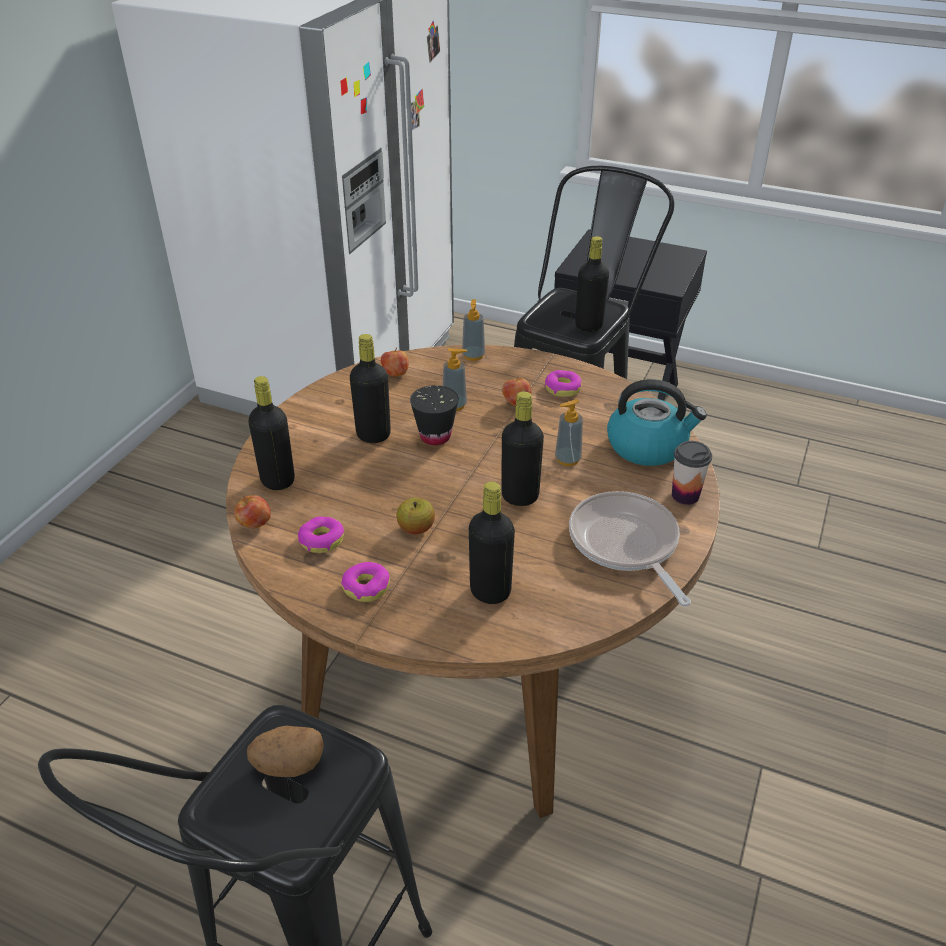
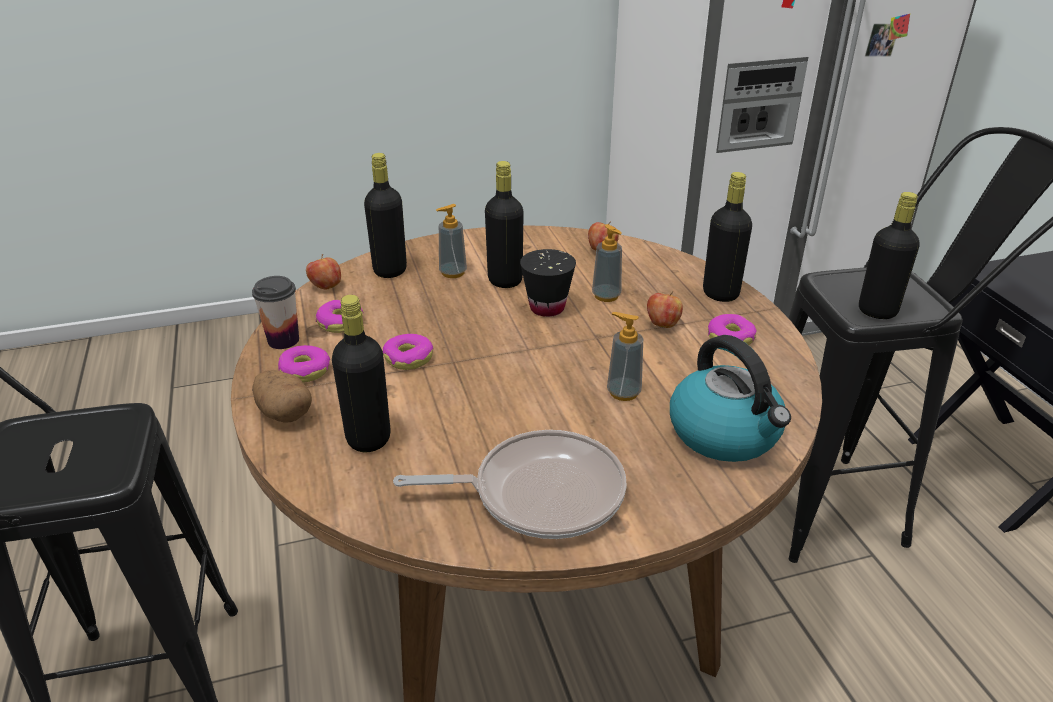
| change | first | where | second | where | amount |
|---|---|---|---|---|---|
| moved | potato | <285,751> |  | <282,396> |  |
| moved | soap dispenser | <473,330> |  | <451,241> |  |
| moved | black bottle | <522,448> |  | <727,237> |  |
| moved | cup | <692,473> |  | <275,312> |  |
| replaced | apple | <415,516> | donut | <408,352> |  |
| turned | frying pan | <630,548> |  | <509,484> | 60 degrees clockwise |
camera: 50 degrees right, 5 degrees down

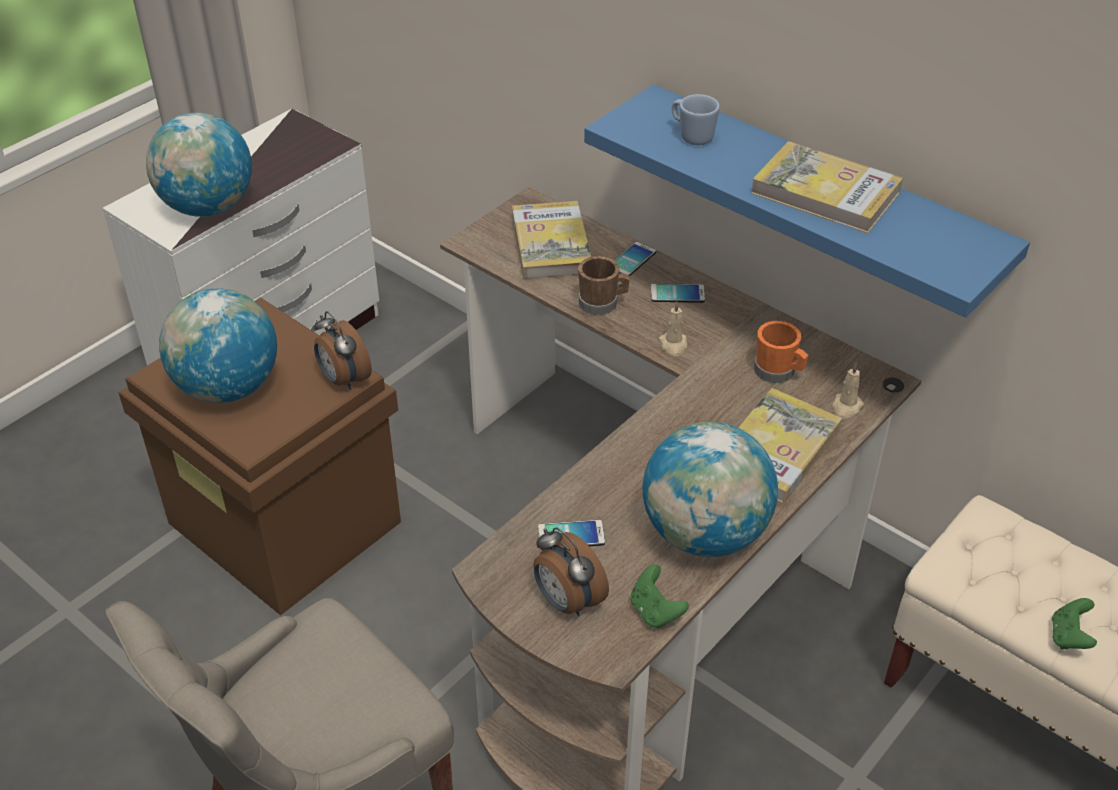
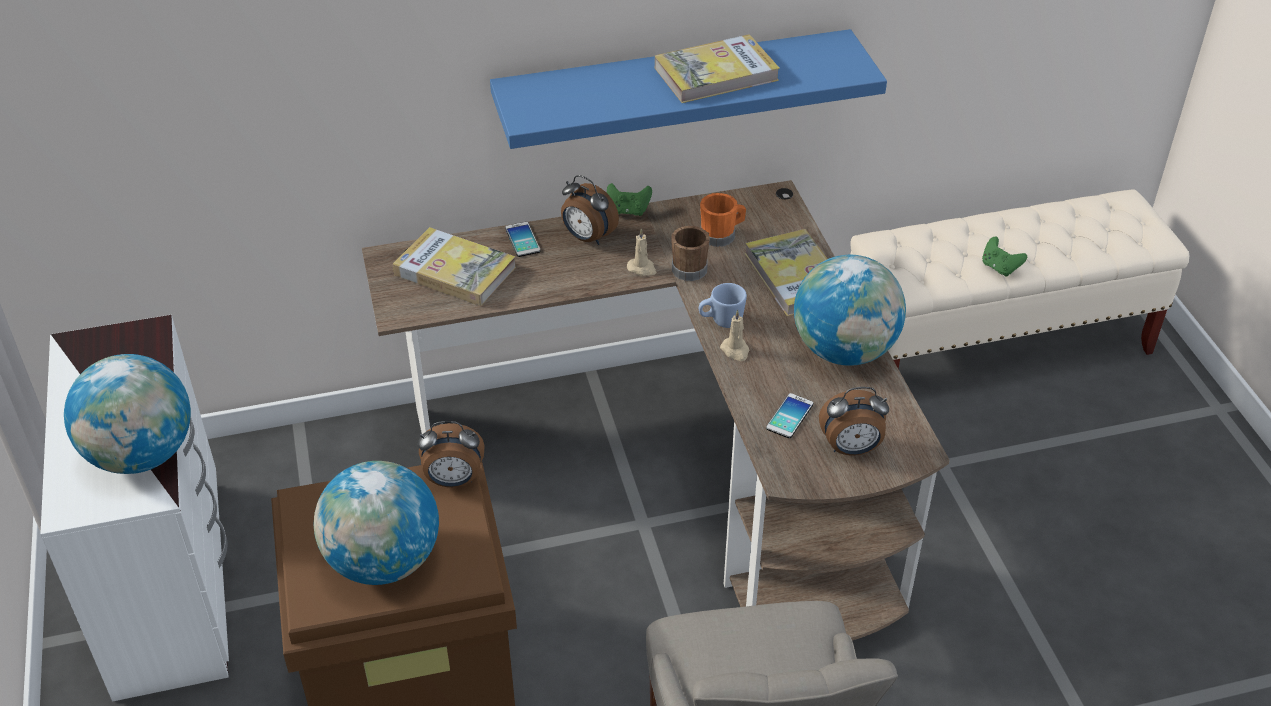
| change | first | where | second | where | amount |
|---|---|---|---|---|---|
| moved | brown mug | <603,285> |  | <690,253> |  |
| moved | green game controller | <659,597> |  | <629,199> |  |
| moved | blue mug | <696,119> |  | <723,305> |  |
| moved | beige candle | <848,391> |  | <734,335> |  |
| replaced | phone | <677,293> | alarm clock | <590,210> |  |
camera: 55 degrees left, 0 degrees up

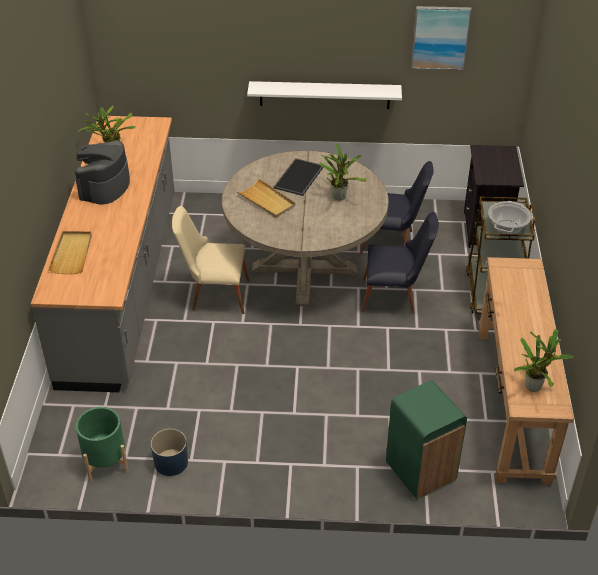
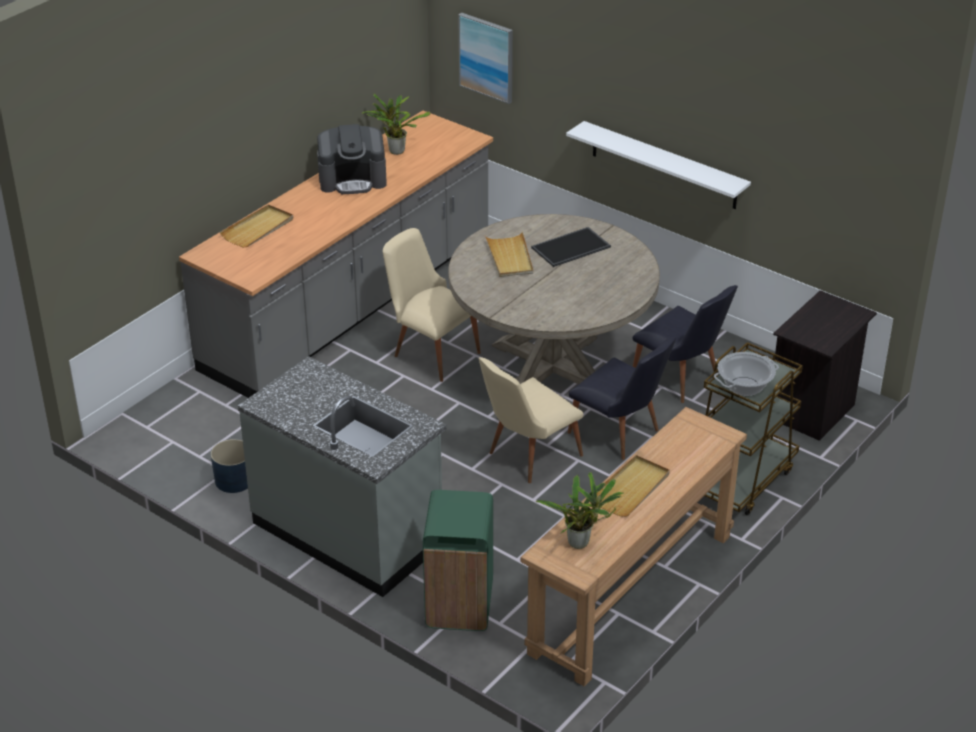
| change | first | where | second | where | amount |
|---|---|---|---|---|---|
| removed | green planter | <102,444> |  |  |  |
| removed | potted plant | <342,172> |  |  |  |
| added |  |  | grey counter | <342,476> |  |
| added |  |  | beige chair | <531,420> |  |
| added |  |  | beige tray | <633,486> |  |
| moved | picture | <441,38> |  | <485,58> |  |
| turned | coffee machine | <102,172> |  | <352,159> | 150 degrees counterclockwise |
camera: 35 degrees right, 5 degrees down

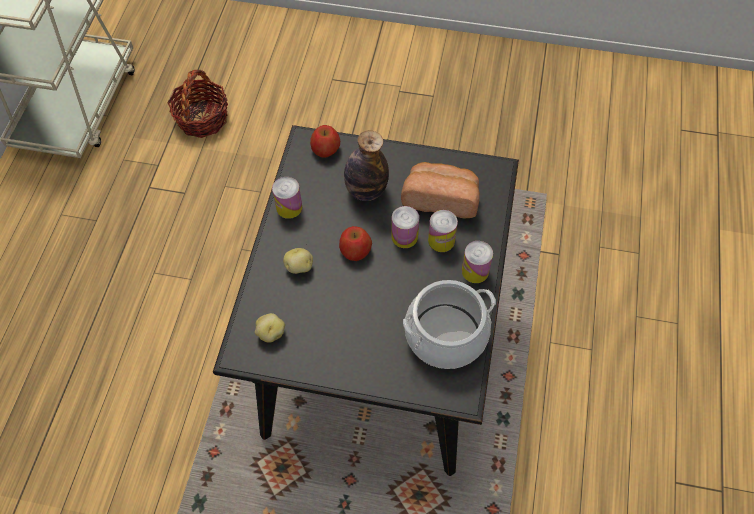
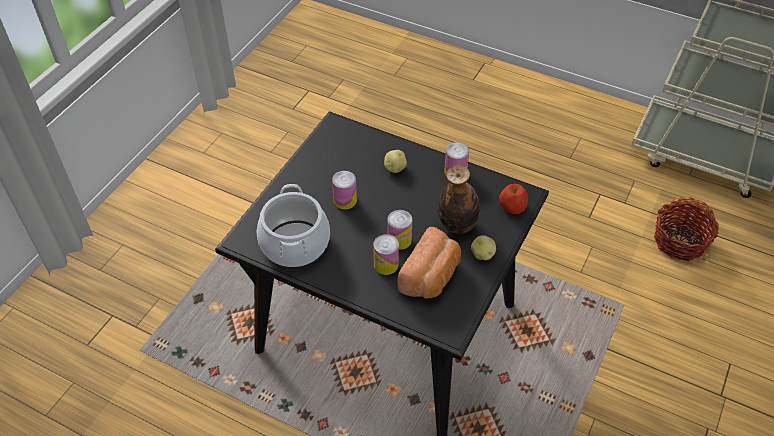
| change | first | where | second | where | amount |
|---|---|---|---|---|---|
| removed | apple | <355,243> |  |  |  |
| moved | potato | <270,328> |  | <483,247> |  |
| moved | can | <477,262> |  | <344,190> |  |
camera: 105 degrees right, 10 degrees down

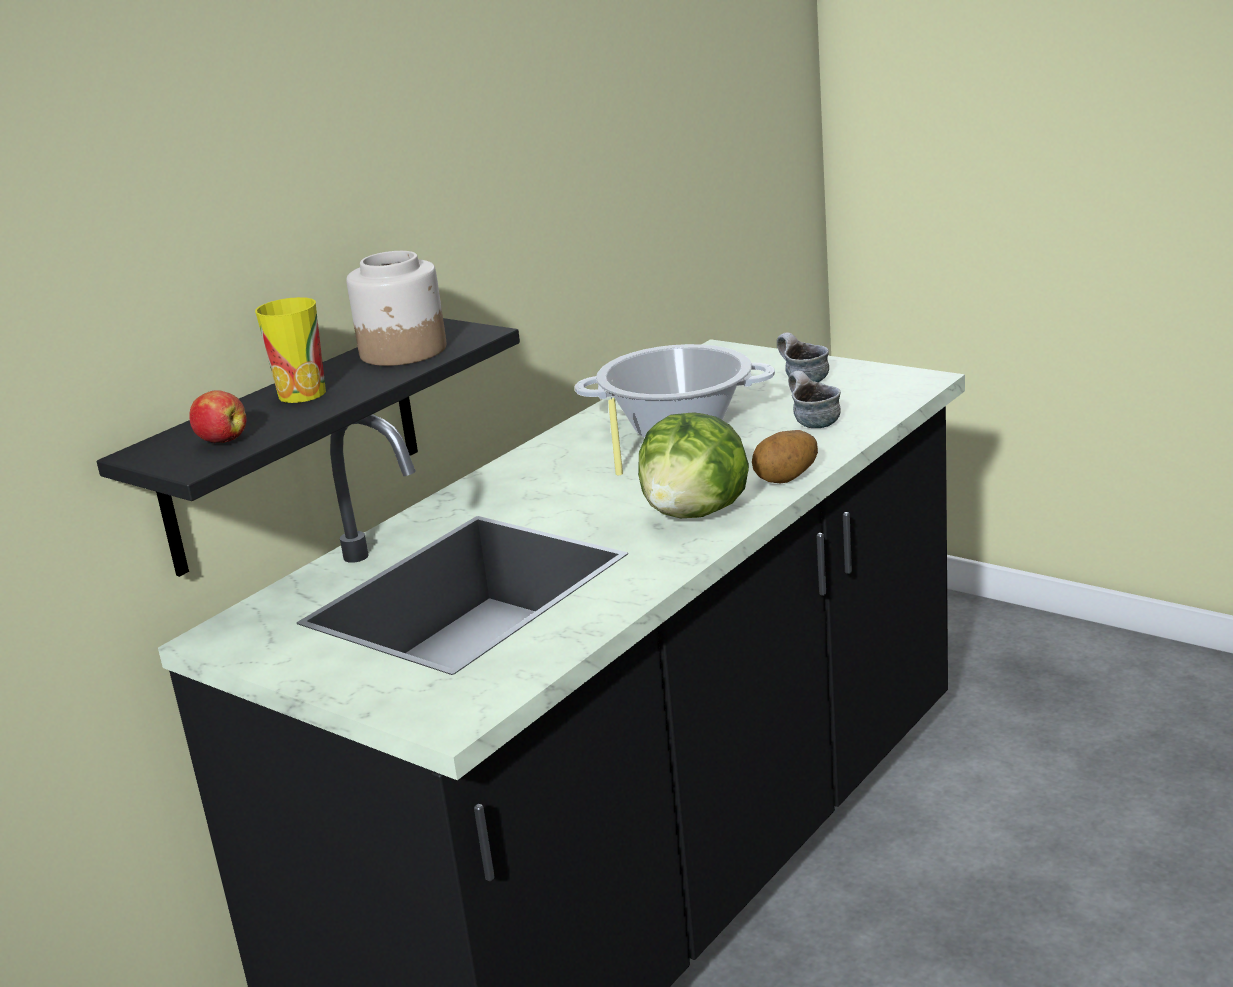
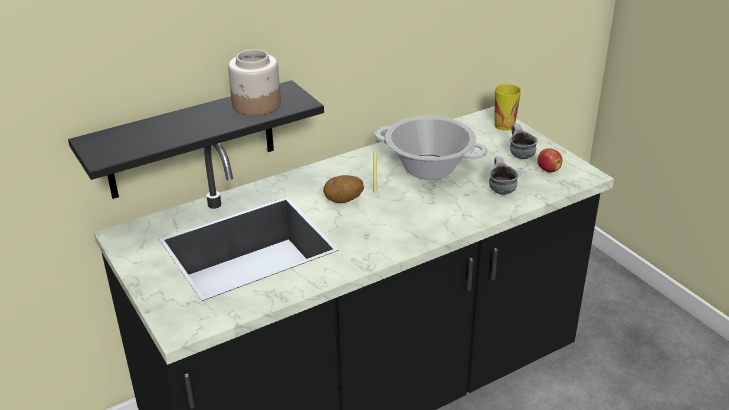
| change | first | where | second | where | amount |
|---|---|---|---|---|---|
| removed | lettuce | <693,465> |  |  |  |
| moved | apple | <218,416> |  | <550,160> |  |
| moved | cup | <290,350> |  | <507,107> |  |
| moved | potato | <785,456> |  | <343,189> |  |
camera: 20 degrees right, 10 degrees up

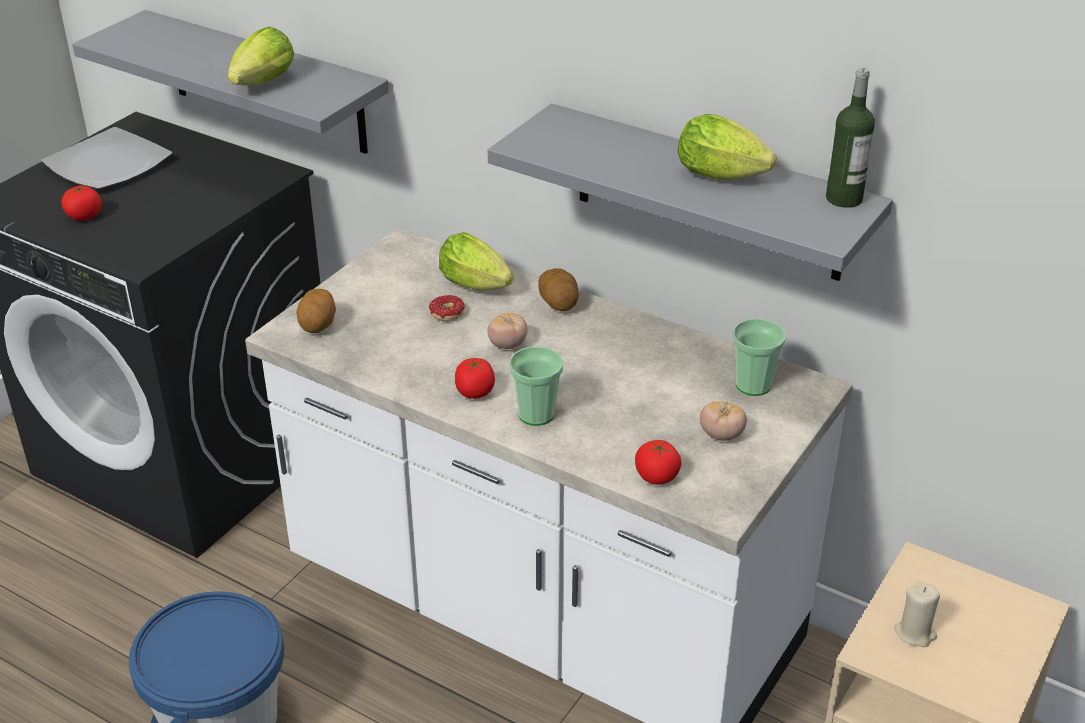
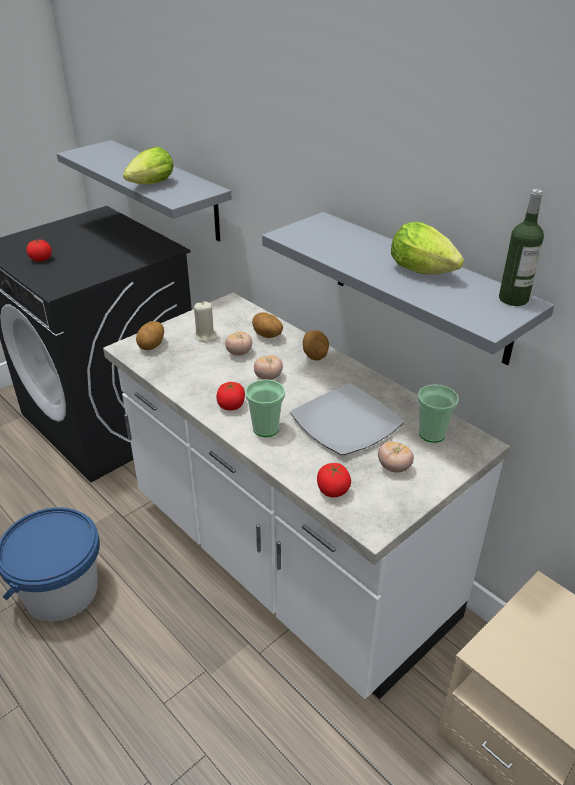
| change | first | where | second | where | amount |
|---|---|---|---|---|---|
| moved | plate | <107,158> |  | <347,419> |  |
| moved | beige candle | <917,614> |  | <205,322> |  |
| replaced | donut | <447,308> | tomato | <238,343> |  |
| replaced | lettuce | <476,261> | potato | <267,325> |  |
camera: 15 degrees right, 0 degrees up

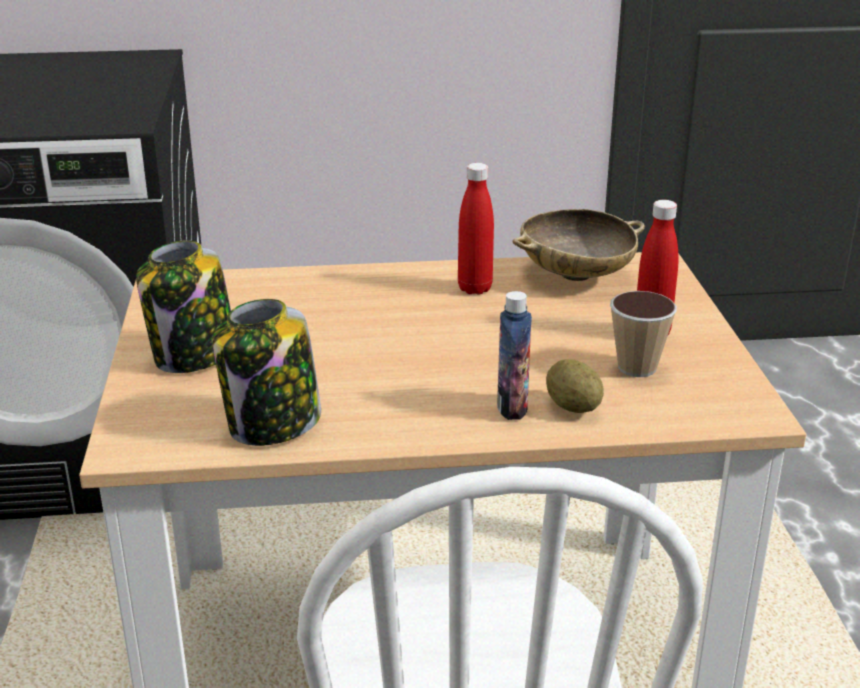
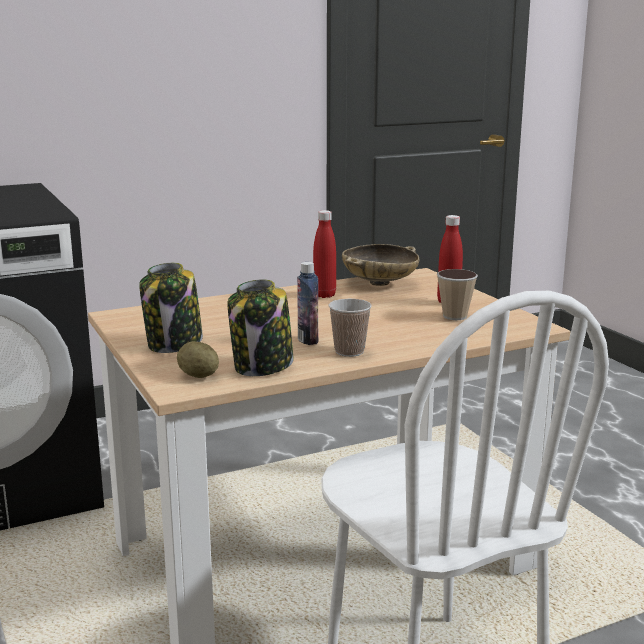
| change | first | where | second | where | amount |
|---|---|---|---|---|---|
| added |  |  | cup | <350,328> |  |
| moved | bottle | <514,355> |  | <307,303> |  |
| moved | potato | <575,386> |  | <198,359> |  |
camera: 20 degrees left, 10 degrees down

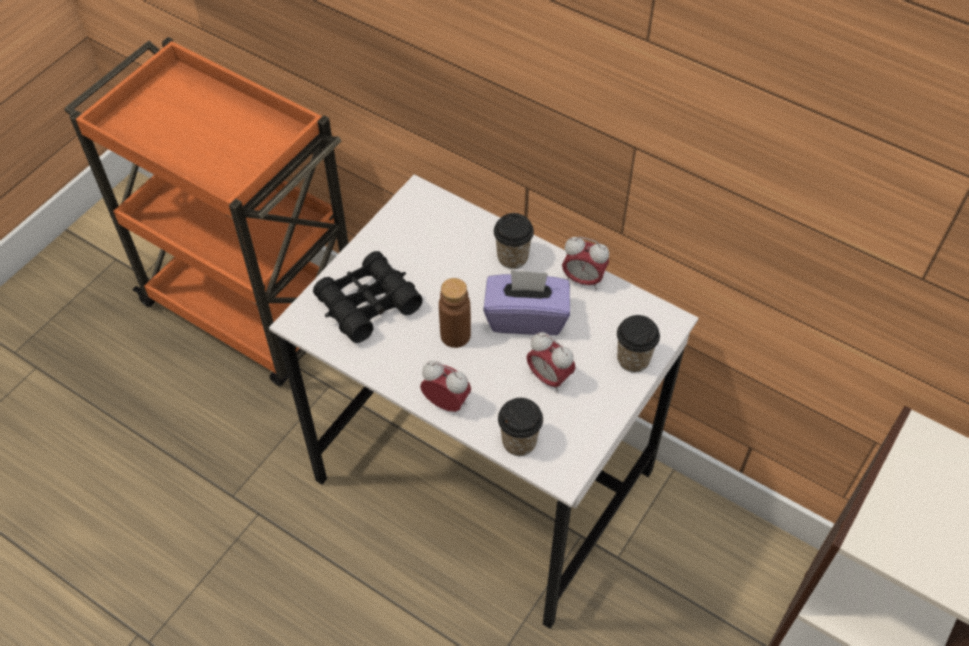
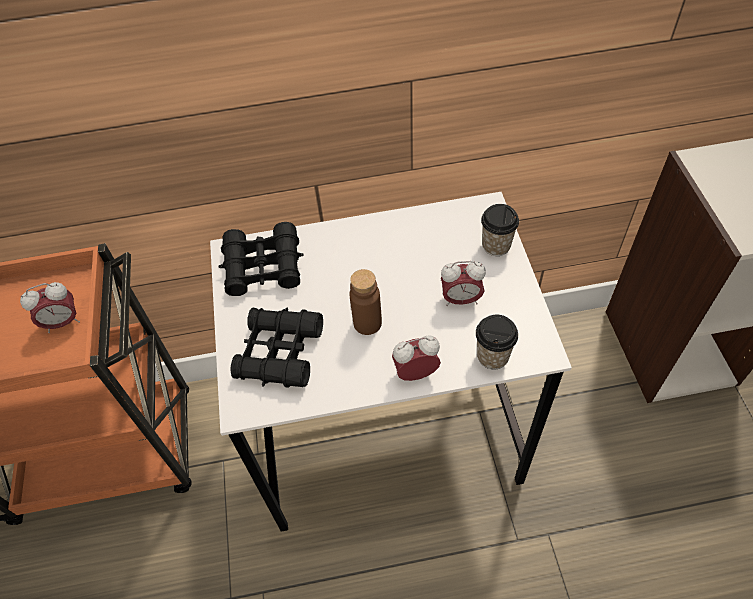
| change | first | where | second | where | amount |
|---|---|---|---|---|---|
| removed | purple tissue box | <526,302> |  |  |  |
| removed | cup | <514,241> |  |  |  |
| added |  |  | black binoculars | <261,259> |  |
| moved | alarm clock | <585,263> |  | <50,307> |  |
camera: 40 degrees left, 0 degrees up

